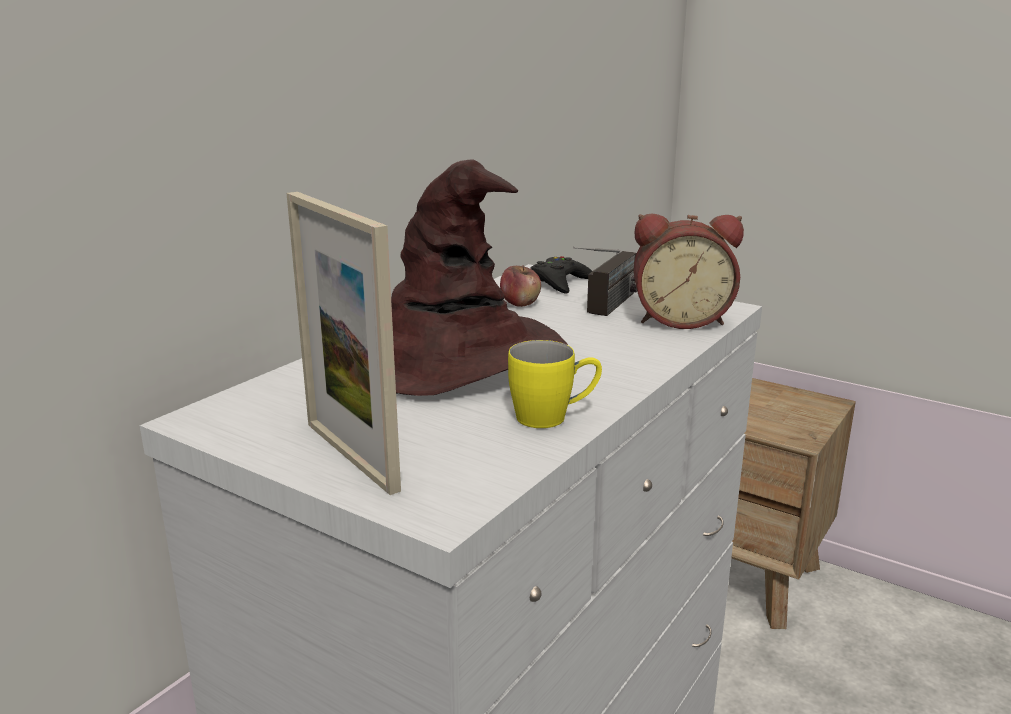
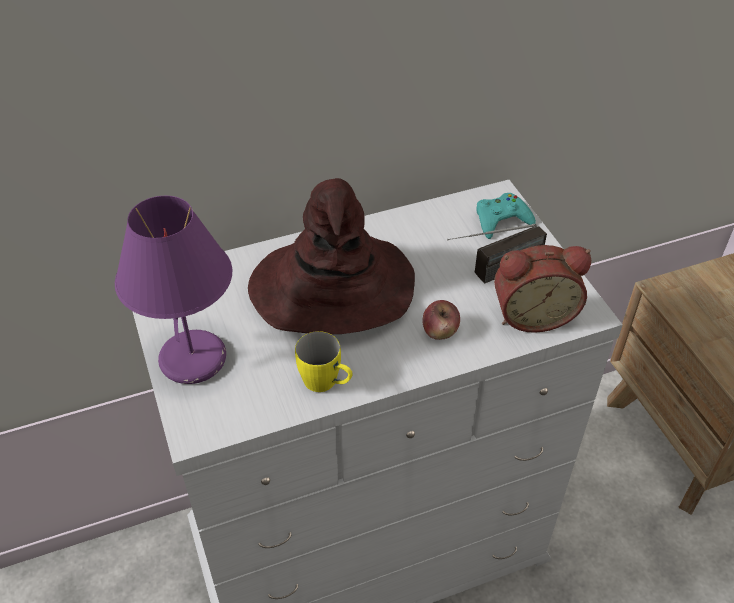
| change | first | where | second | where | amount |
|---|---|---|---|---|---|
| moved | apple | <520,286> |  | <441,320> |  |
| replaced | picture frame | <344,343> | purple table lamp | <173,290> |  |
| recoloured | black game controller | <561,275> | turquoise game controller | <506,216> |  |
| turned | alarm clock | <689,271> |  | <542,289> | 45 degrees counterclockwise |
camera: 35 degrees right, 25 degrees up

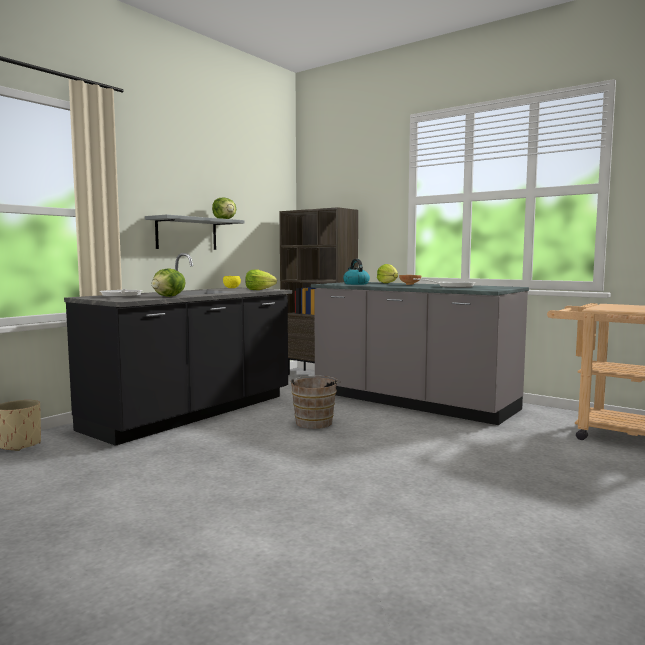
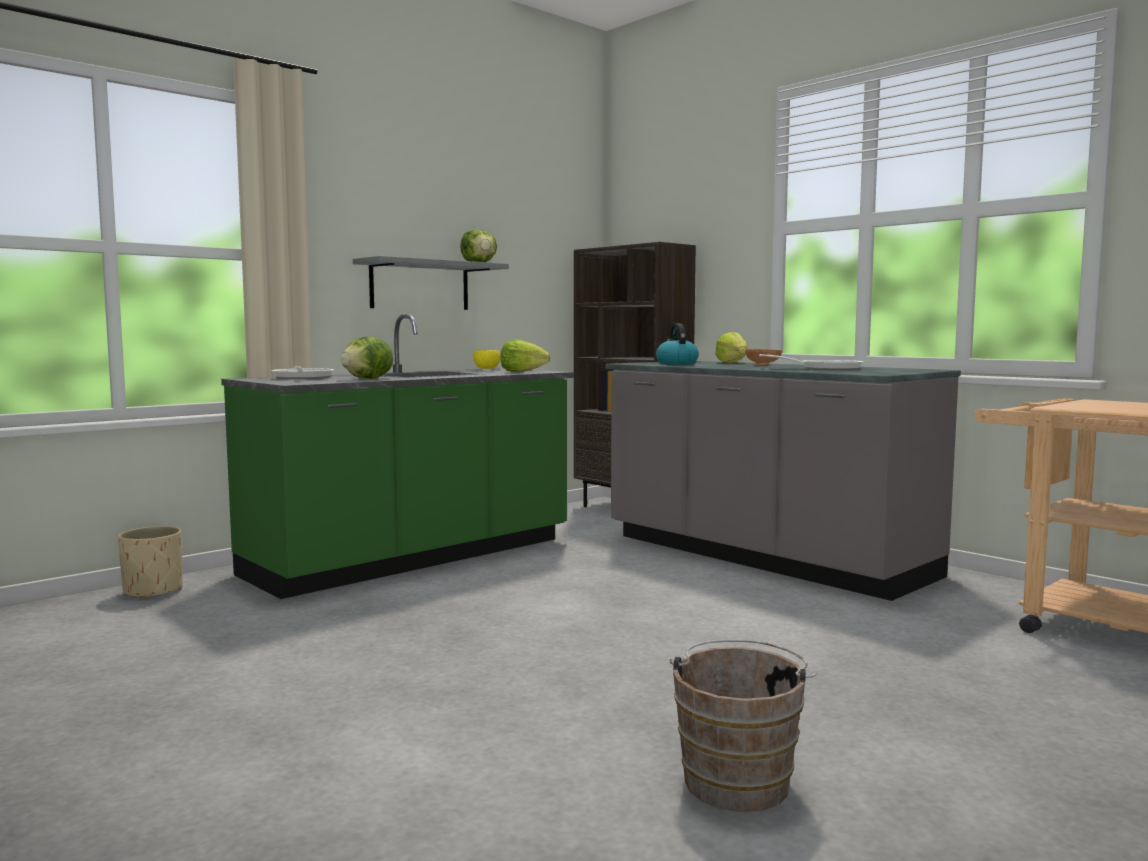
| change | first | where | second | where | amount |
|---|---|---|---|---|---|
| moved | brown bucket | <315,402> |  | <743,726> |  |
| recoloured | black counter | <178,349> | green counter | <397,456> |  |
camera: 10 degrees right, 0 degrees up

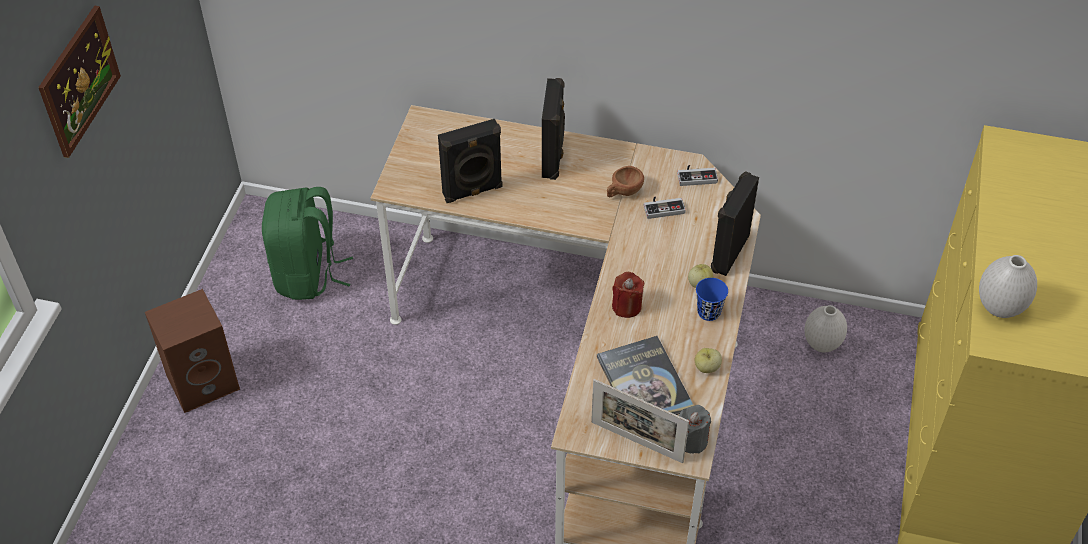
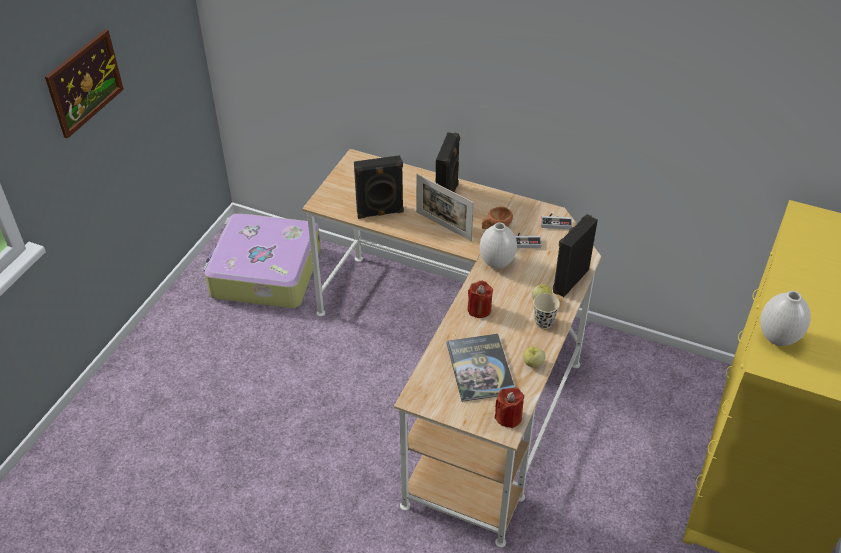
| change | first | where | second | where | amount |
|---|---|---|---|---|---|
| removed | brown speaker | <192,351> |  |  |  |
| moved | picture frame | <640,421> |  | <445,207> |  |
| moved | white vase | <825,329> |  | <498,245> |  |
| replaced | green backpack | <307,243> | suitcase | <262,260> |  |
| recoloured | grey candle | <695,429> | red candle | <509,407> |  |
| recoloured | blue cup | <712,299> | beige cup | <547,311> |  |
camera: 10 degrees right, 5 degrees down

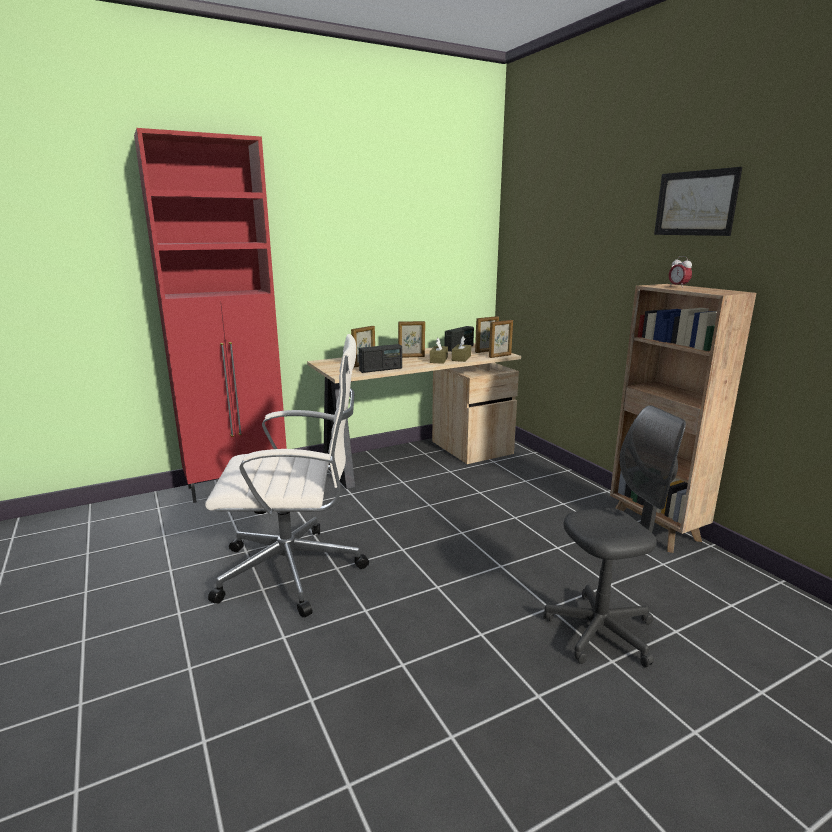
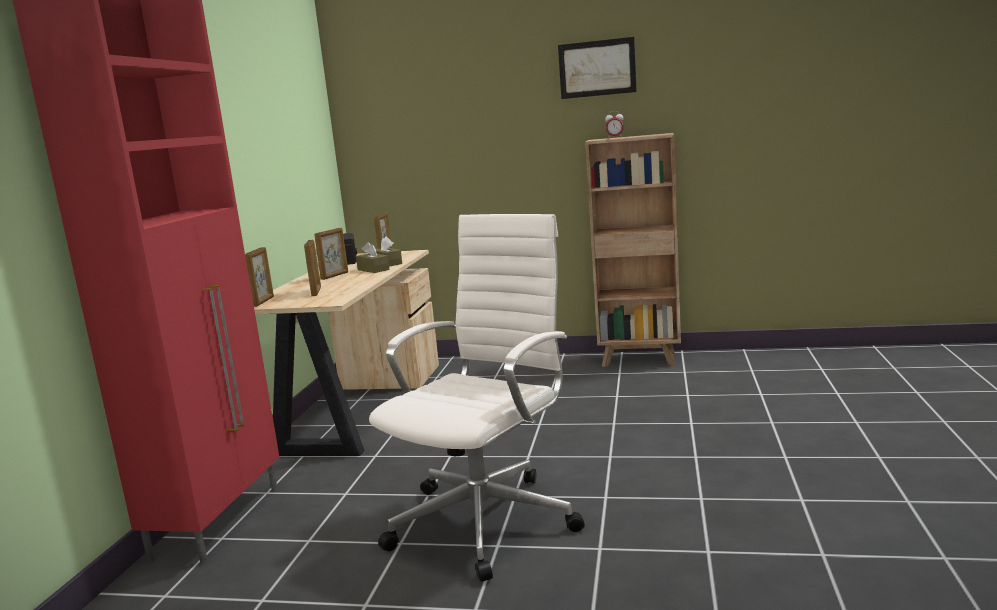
| change | first | where | second | where | amount |
|---|---|---|---|---|---|
| removed | radio | <380,358> |  |  |  |
| removed | grey office chair | <614,536> |  |  |  |
| moved | picture frame | <501,339> |  | <259,277> |  |
camera: 50 degrees left, 5 degrees down

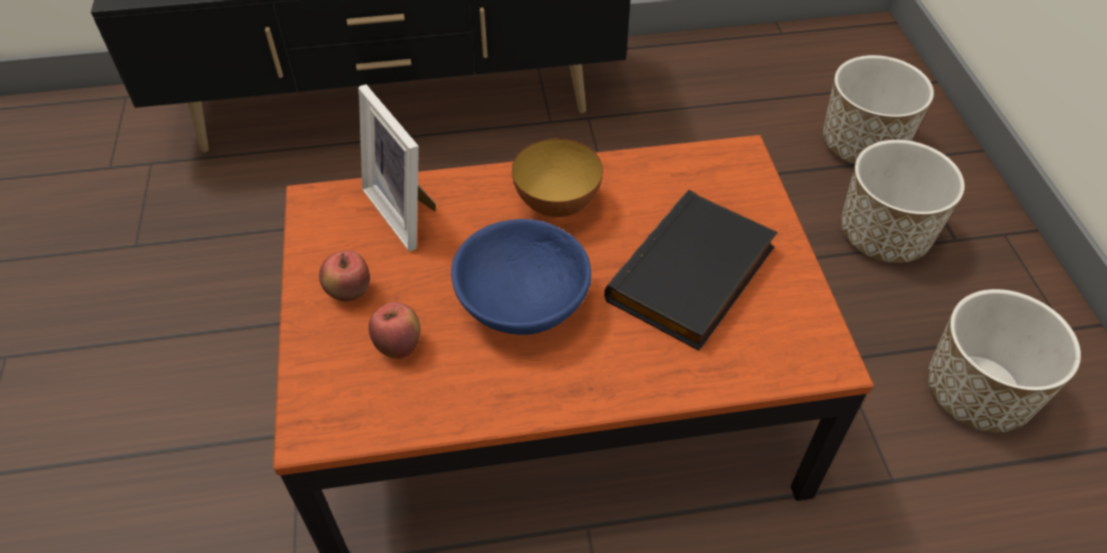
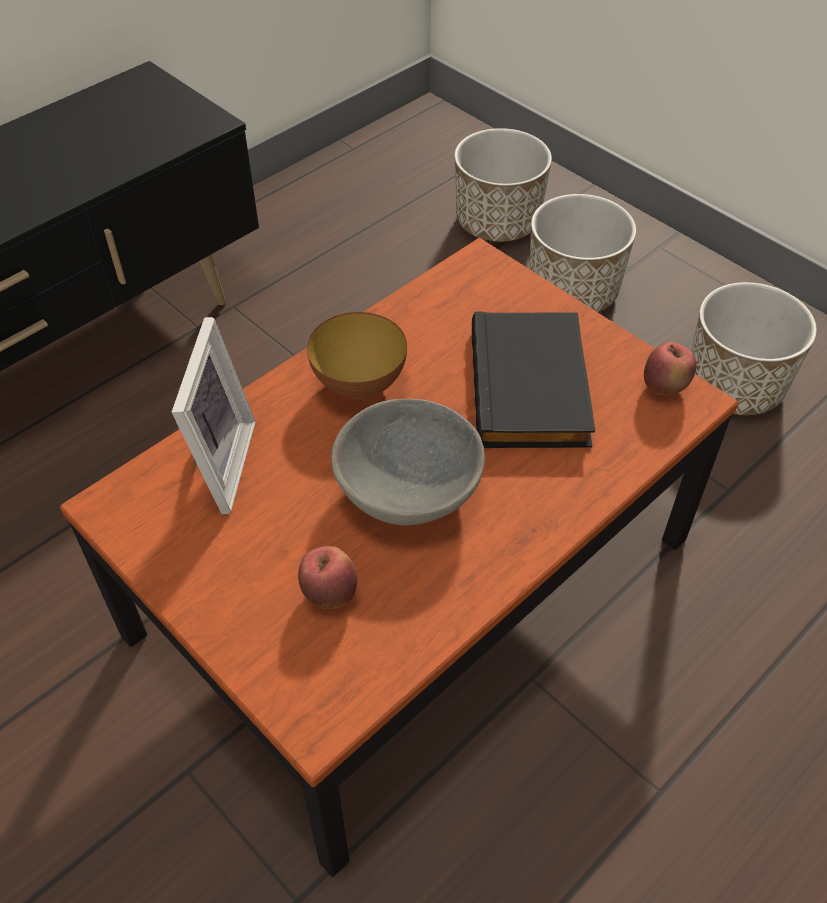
| change | first | where | second | where | amount |
|---|---|---|---|---|---|
| moved | apple | <344,275> |  | <670,368> |  |
| recoloured | blue bowl | <521,277> | grey bowl | <408,462> |  |
| turned | picture frame | <397,167> |  | <214,415> | 105 degrees counterclockwise |
camera: 35 degrees left, 0 degrees up

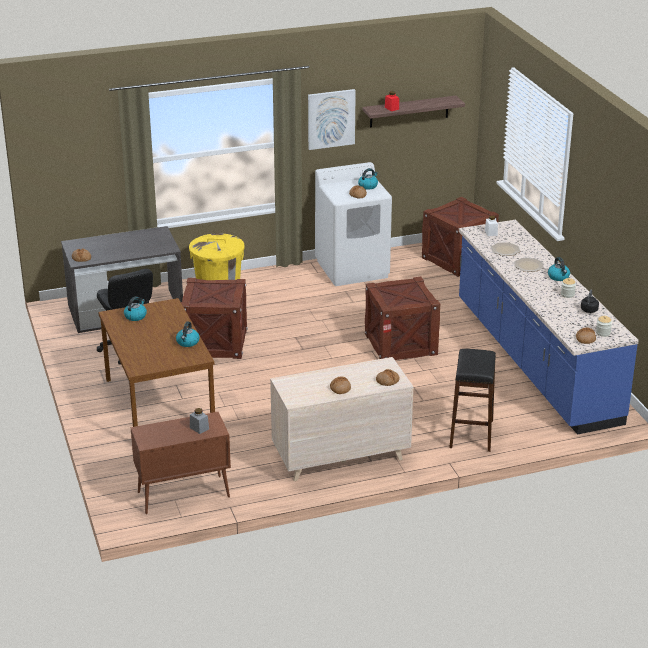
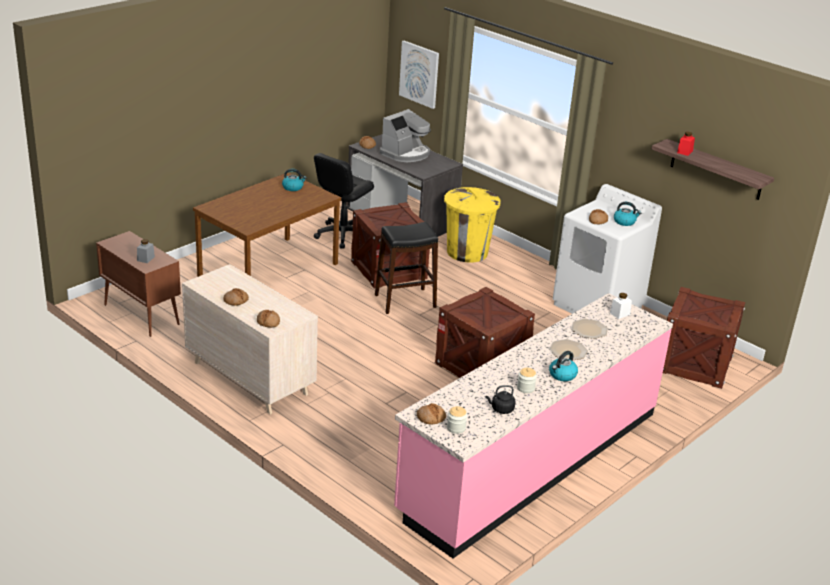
| change | first | where | second | where | amount |
|---|---|---|---|---|---|
| removed | kettle | <188,334> |  |  |  |
| added |  |  | coffee machine | <405,135> |  |
| moved | picture | <332,119> |  | <419,75> |  |
| moved | black stool | <472,400> |  | <406,268> |  |
| recoloured | blue counter | <549,327> | pink counter | <533,425> |  |
camera: 60 degrees right, 0 degrees up

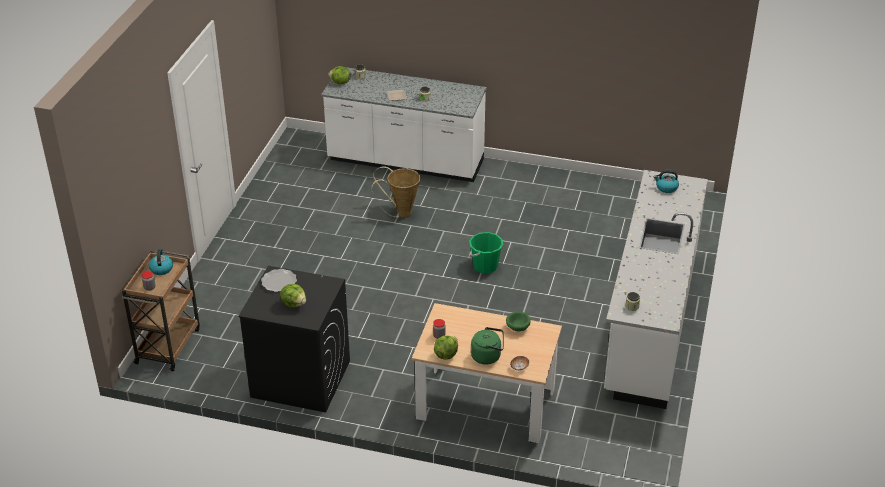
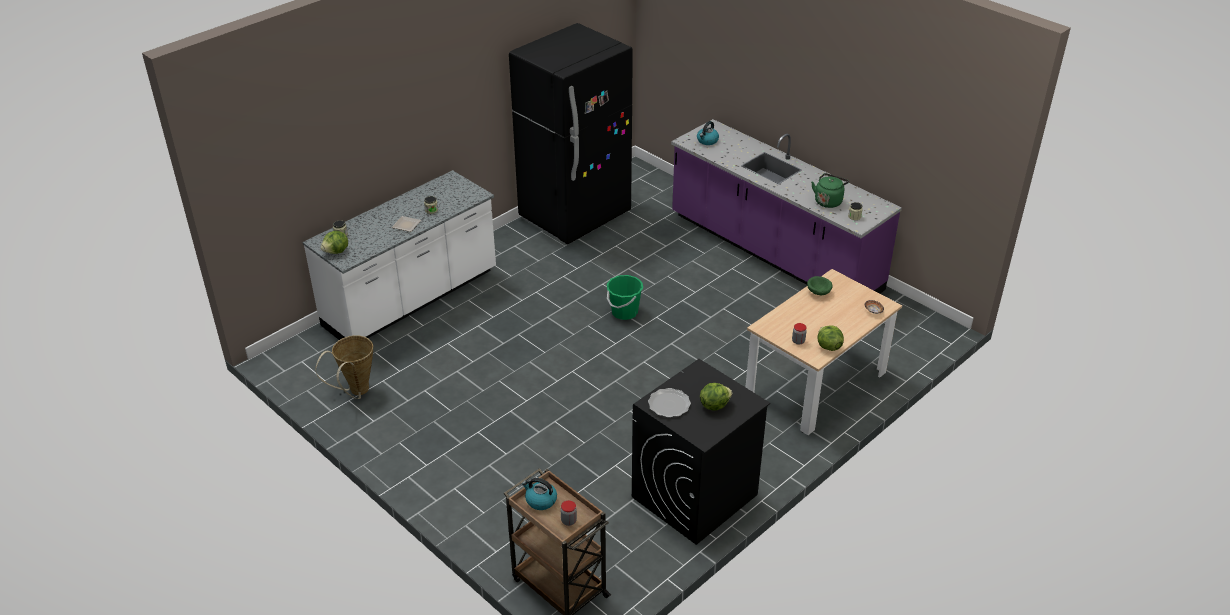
| change | first | where | second | where | amount |
|---|---|---|---|---|---|
| added |  |  | black fridge | <571,134> |  |
| moved | basket | <395,192> |  | <344,367> |  |
| moved | green kettle | <487,346> |  | <830,190> |  |
| recoloured | white counter | <656,289> | purple counter | <786,206> |  |
camera: 60 degrees left, 0 degrees up

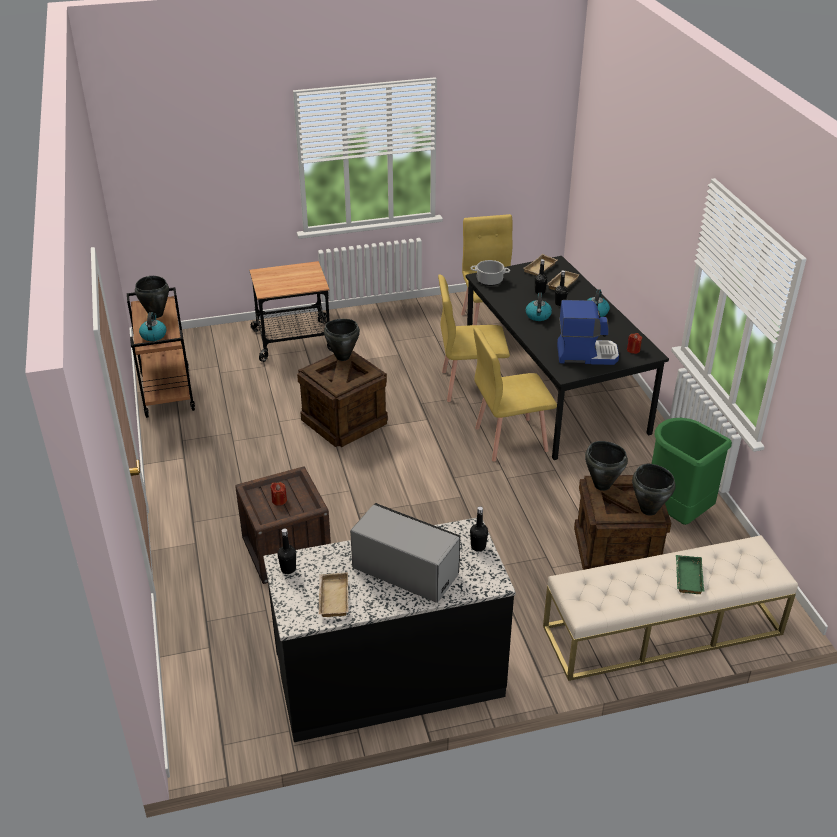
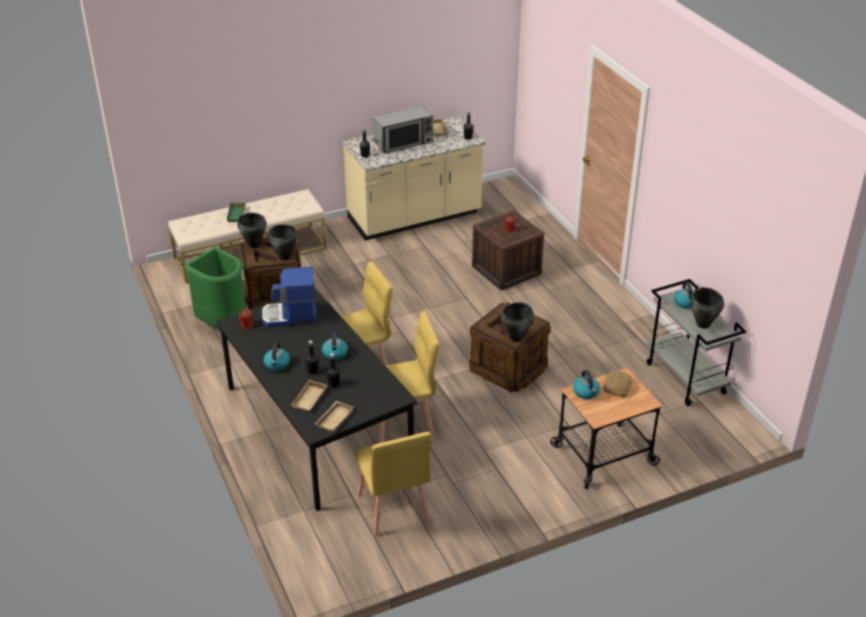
| change | first | where | second | where | amount |
|---|---|---|---|---|---|
| removed | cooking pot | <490,273> |  |  |  |
| added |  |  | kettle | <586,384> |  |
| added |  |  | bread | <618,384> |  |
| recoloured | brown cart | <161,352> | grey cart | <696,343> |  |
| recoloured | black counter | <389,630> | beige counter | <413,178> |  |
| turned | microwave | <405,553> |  | <403,129> | 45 degrees counterclockwise |
camera: 170 degrees right, 0 degrees up

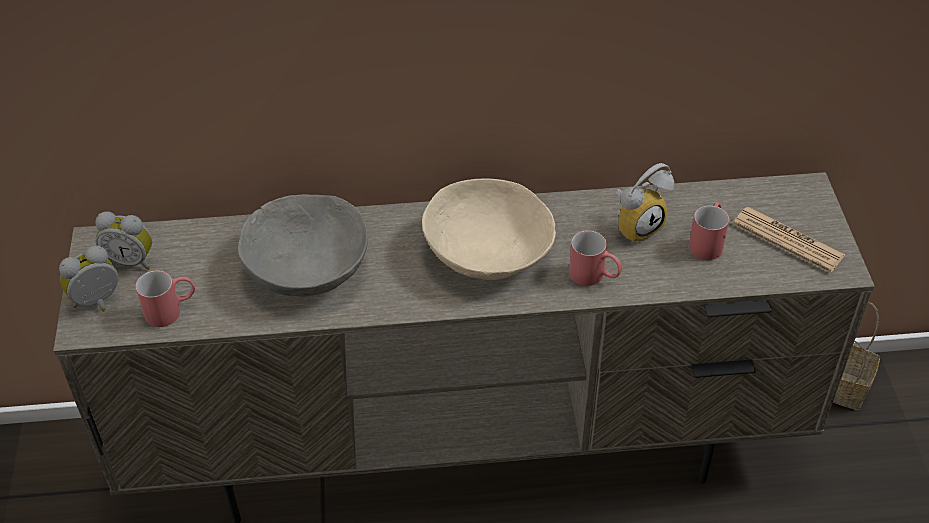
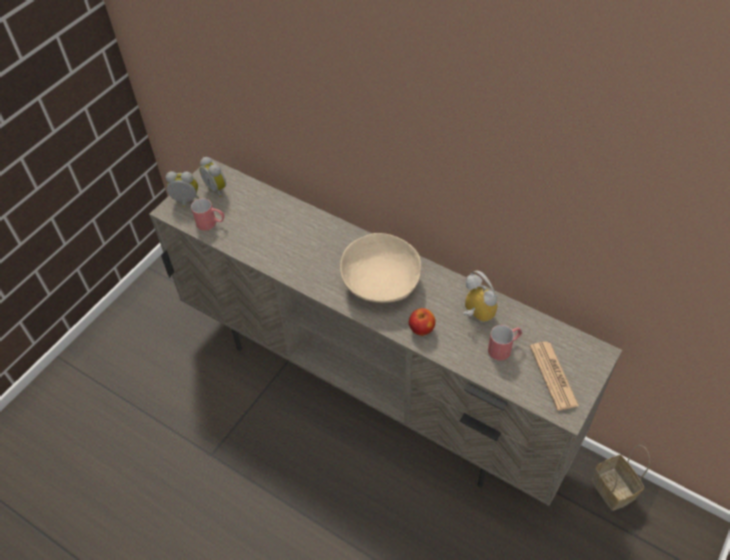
| change | first | where | second | where | amount |
|---|---|---|---|---|---|
| removed | grey bowl | <303,246> |  |  |  |
| replaced | red mug | <596,258> | apple | <422,322> |  |
| turned | alarm clock | <645,203> |  | <480,296> | 135 degrees counterclockwise |
camera: 40 degrees right, 5 degrees up

